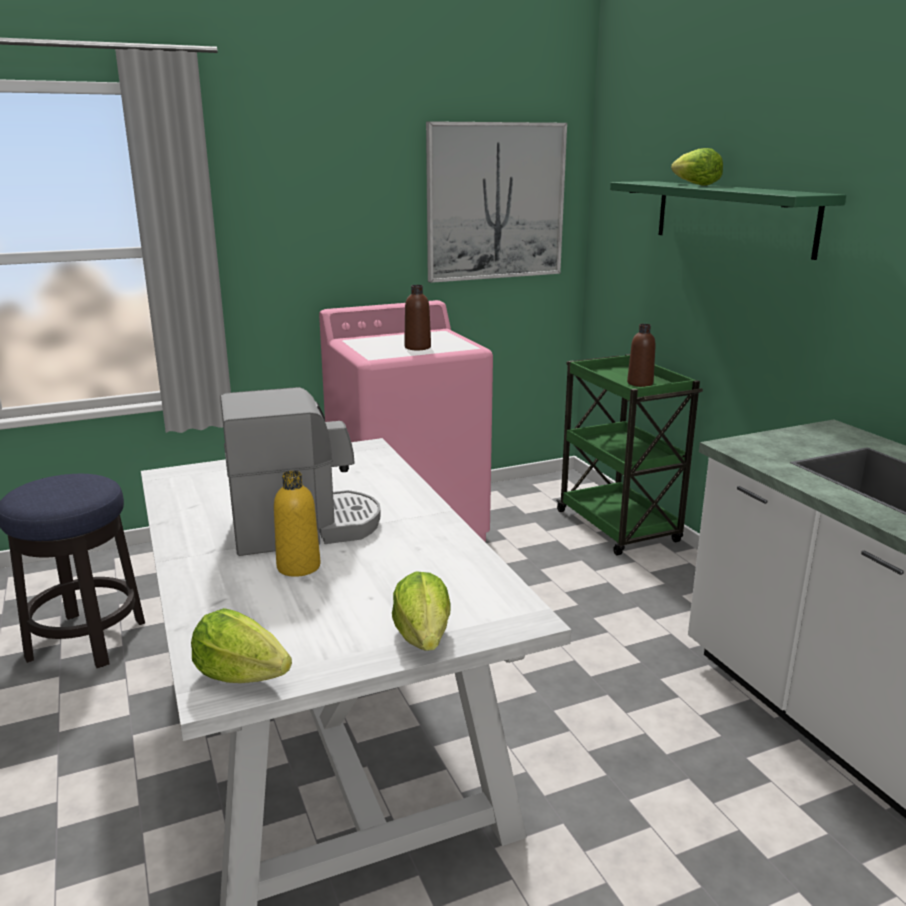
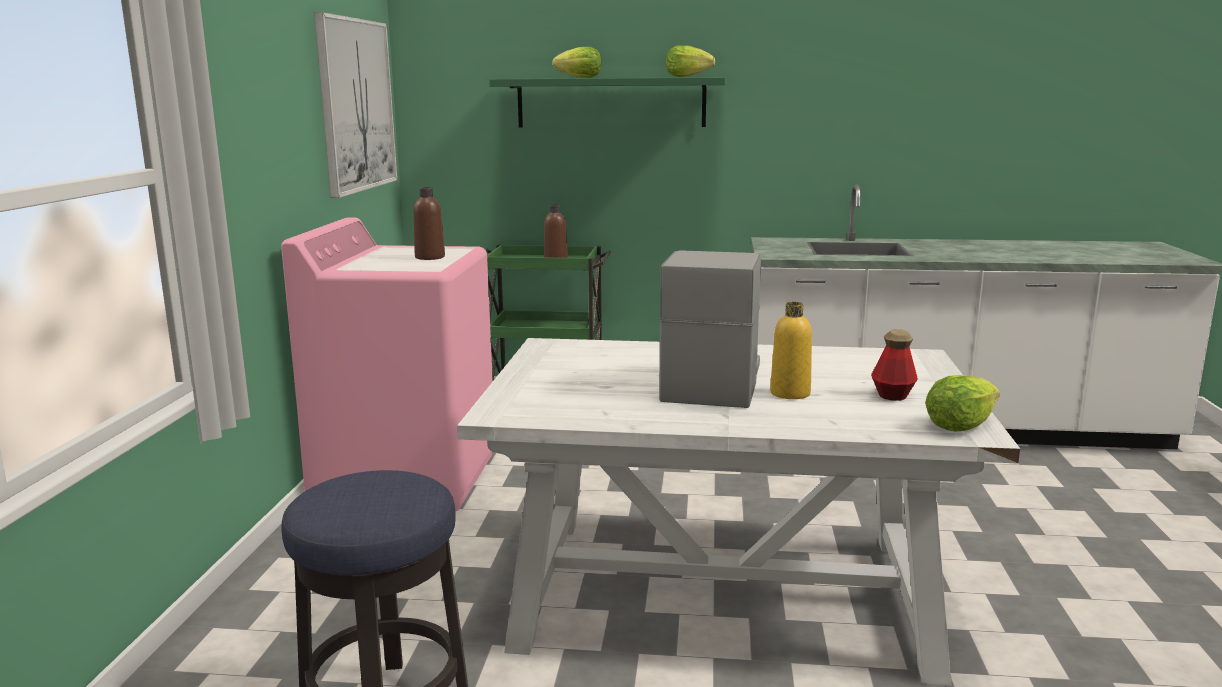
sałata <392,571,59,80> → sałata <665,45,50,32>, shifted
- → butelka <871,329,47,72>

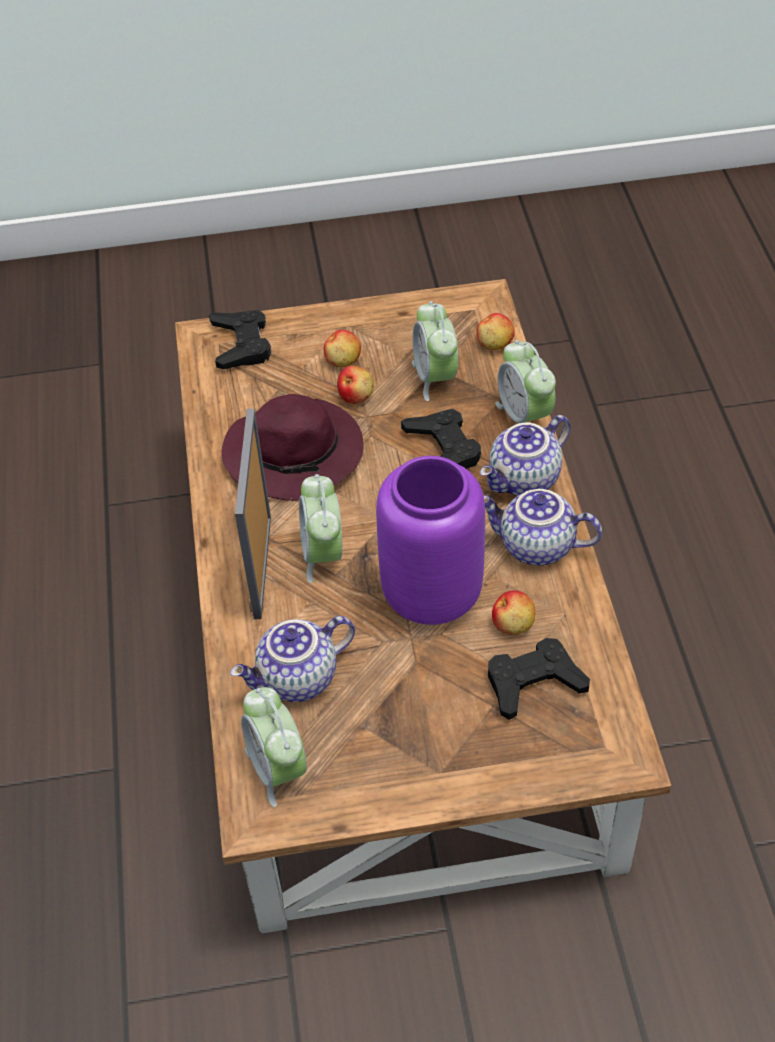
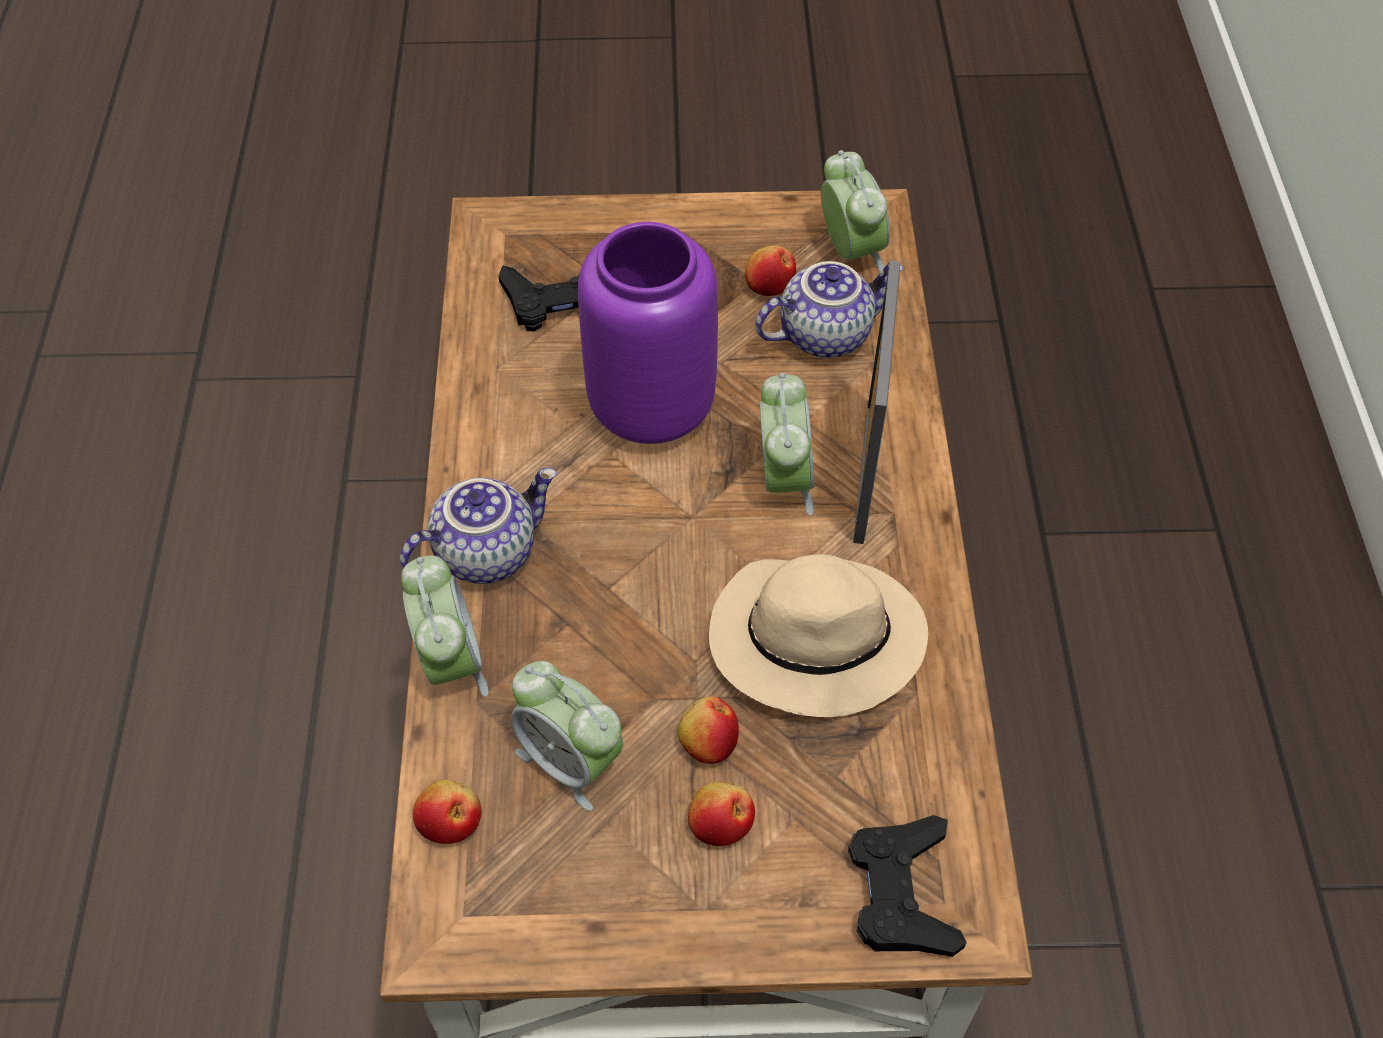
budzik <412,301,46,100> → budzik <511,661,112,150>, 135 degrees clockwise
kapelusz/fioletowy <221,394,142,107> → kapelusz/beżowy <709,554,219,163>
jabłko <492,590,43,45> → jabłko <745,245,51,51>, shifted
pad do gier/czarny <401,409,80,60> → -
imbryk <484,489,118,76> → -

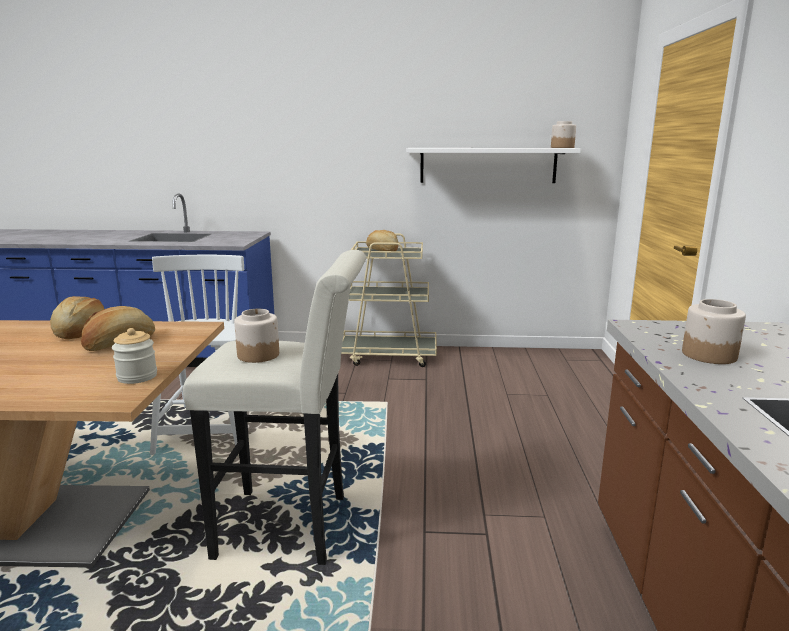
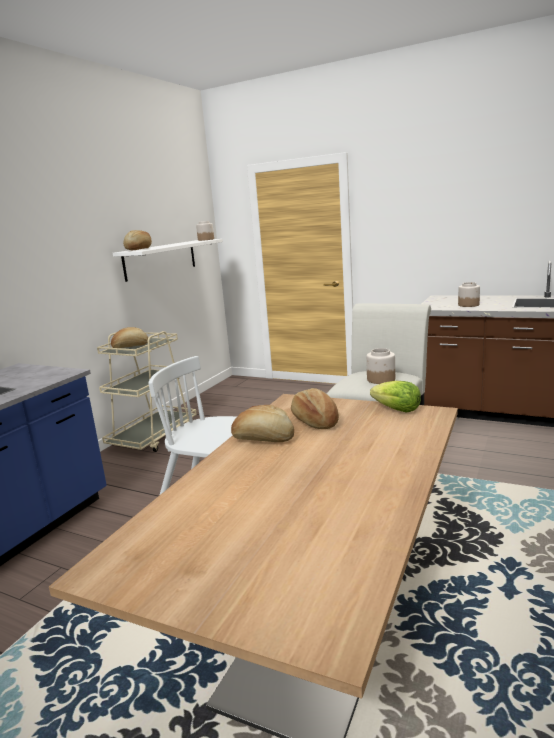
- → chleb <123,230,29,20>
słoik <112,328,45,56> → sałata <370,381,51,32>

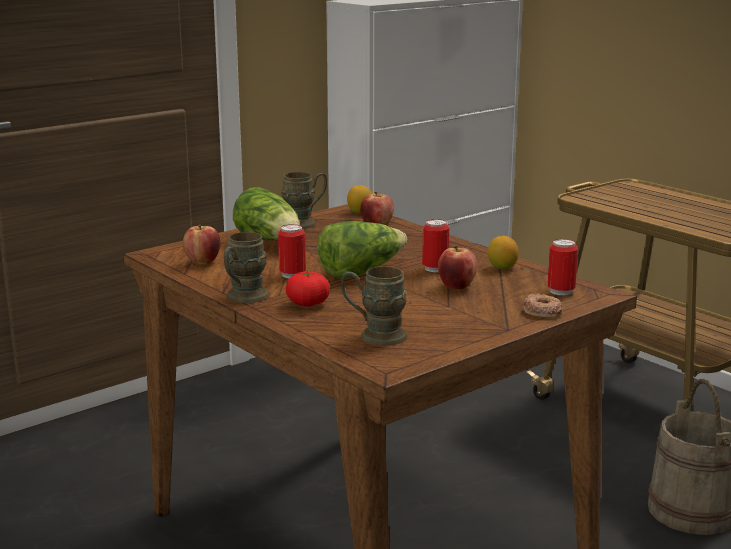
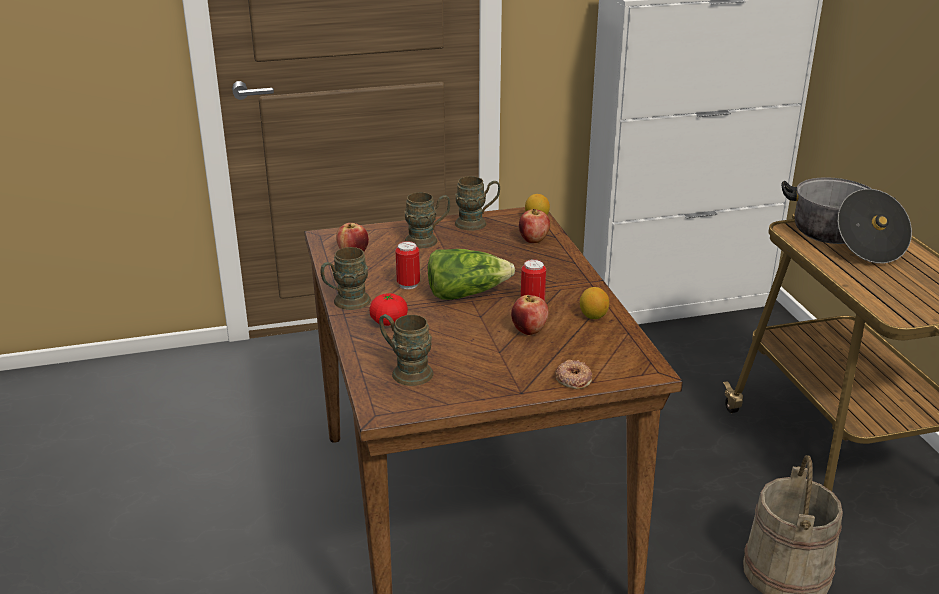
sałata <233,187,67,53> → kubek/brązowy <404,192,46,56>
- → garnek <781,177,131,87>
puszka <547,239,31,56> → -

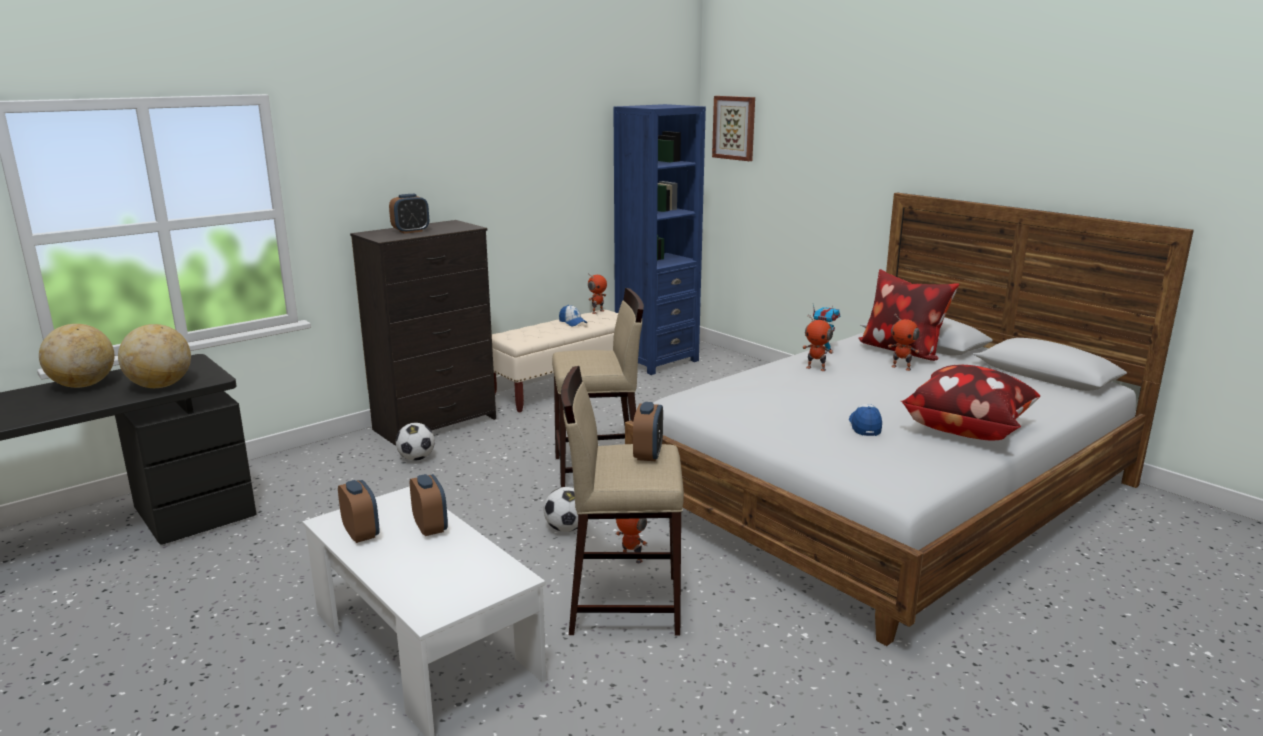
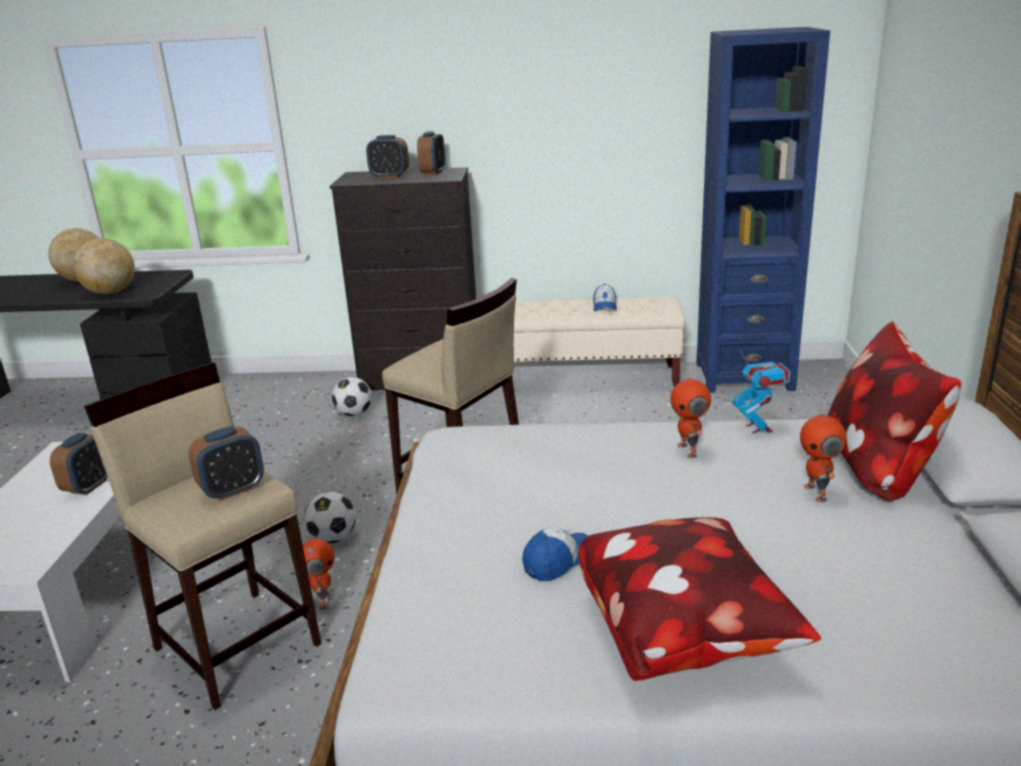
budzik <338,480,42,63> → budzik <417,131,28,44>, shifted
robot zabawkowy <588,273,19,41> → -
obraz <712,96,43,65> → -

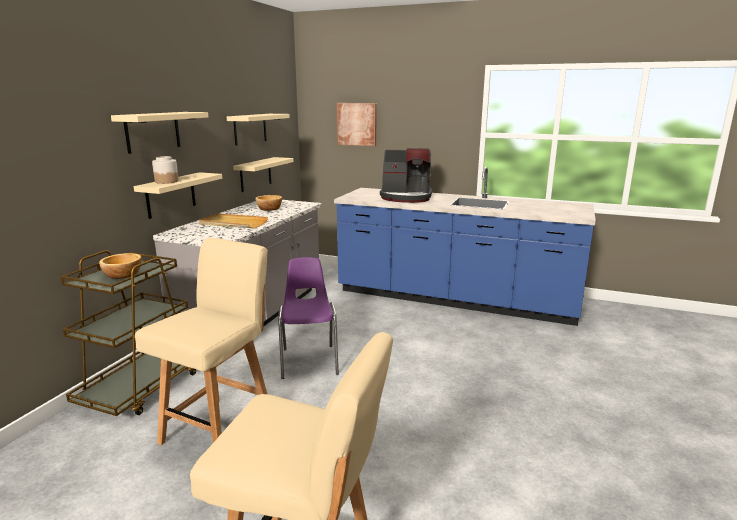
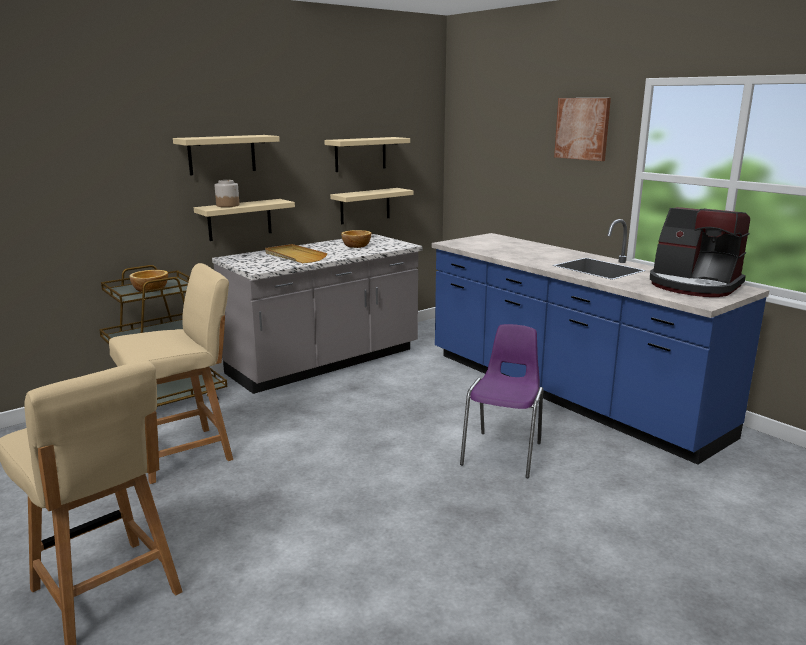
krzesło/fioletowy <278,257,61,122> → krzesło/fioletowy <460,324,83,154>, shifted
obraz <337,103,39,43> → obraz <554,98,57,63>, shifted
ekspres do kawy <380,148,52,55> → ekspres do kawy <650,207,100,90>, shifted

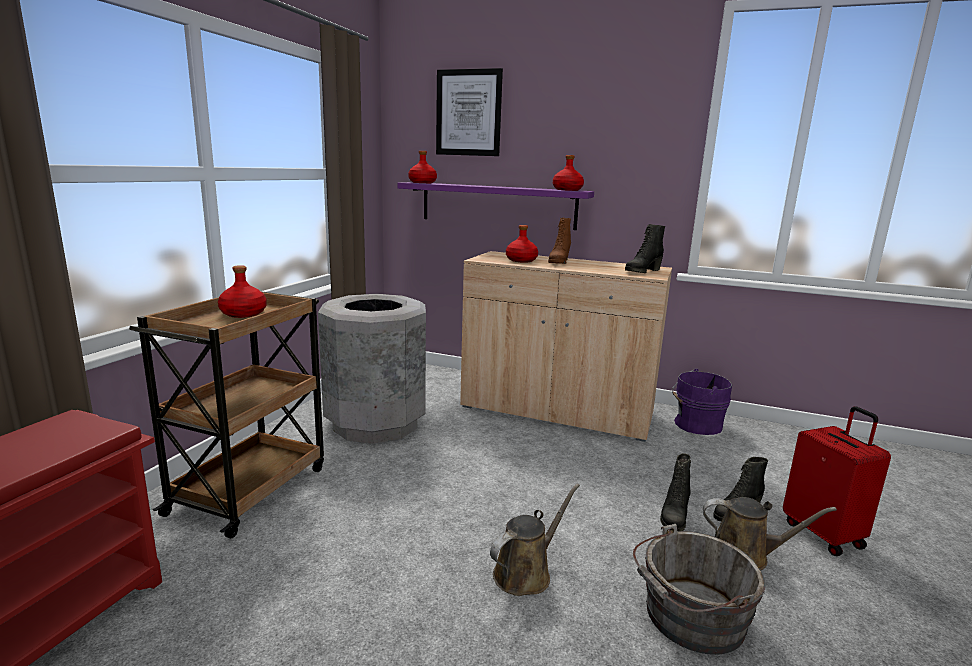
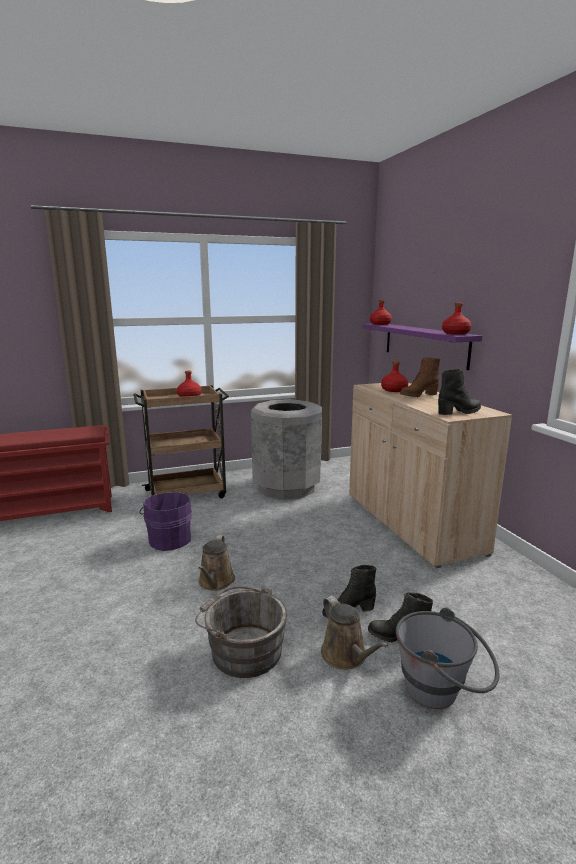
wiadro/fioletowy <672,369,60,66> → wiadro/fioletowy <139,492,53,59>, shifted
konewka/brązowy <490,484,90,112> → konewka/brązowy <198,535,37,56>, 90 degrees clockwise
walizka/czerwony <783,406,108,150> → wiadro/szary <396,607,103,102>
but z cholewką/czarny <625,224,40,49> → but z cholewką/czarny <438,369,43,46>, 150 degrees clockwise
obraz <436,68,67,88> → -

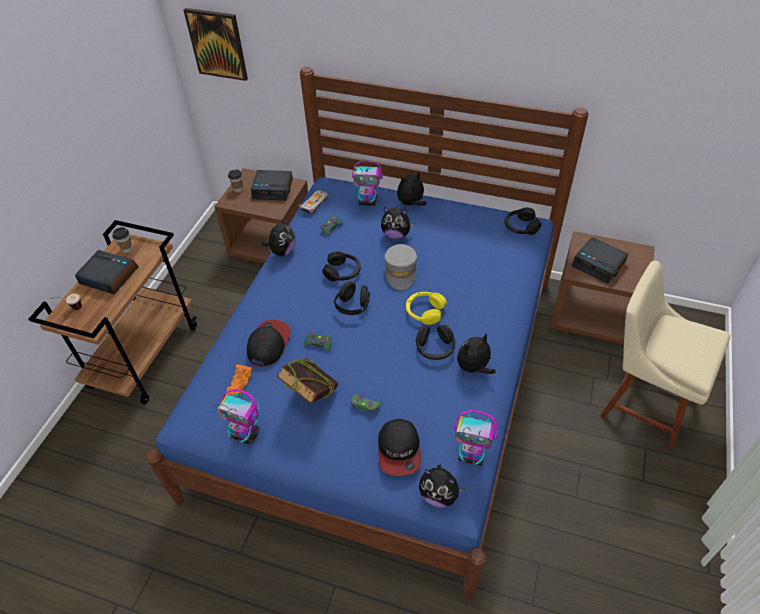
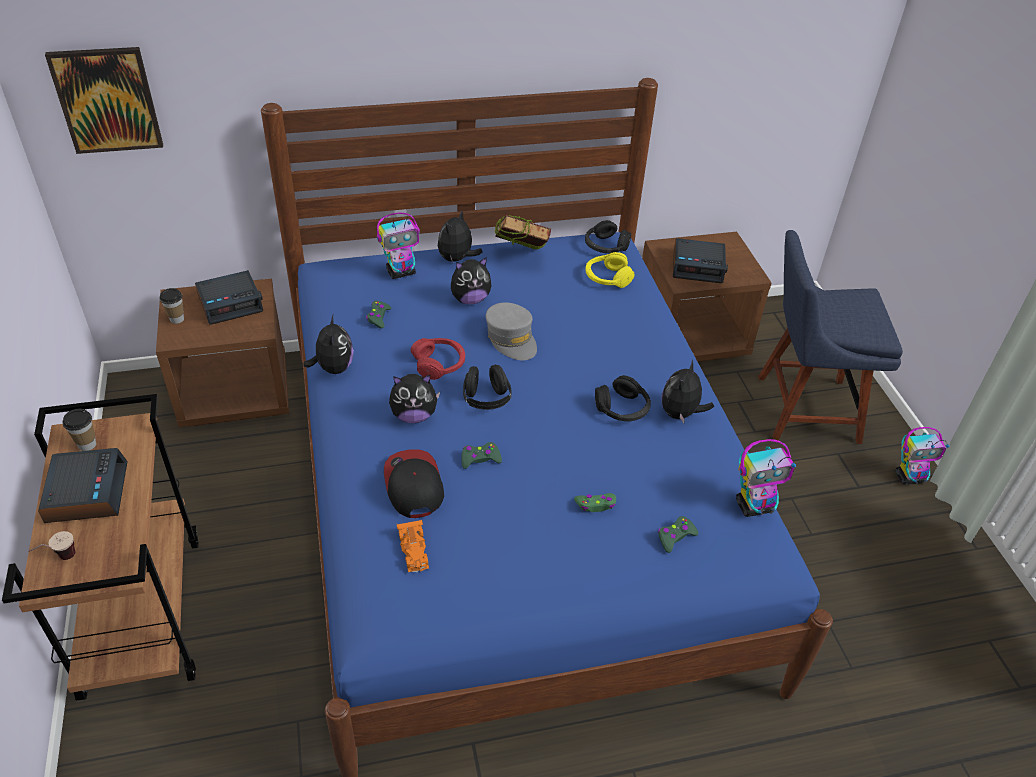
budzik <75,250,64,45> → budzik <38,448,90,75>, 90 degrees clockwise
pluszak <419,465,46,42> → pluszak <389,374,51,49>, shifted
słuchawki/czarny <322,251,39,30> → słuchawki/czerwony <411,338,54,42>
książka <276,358,63,46> → książka <495,215,56,35>, shifted
słuchawki/żółty <406,292,41,33> → słuchawki/żółty <585,252,50,36>, shifted
czapka z daszkiem <378,419,43,57> → pad do gier/zielony <658,516,40,37>
krzesło/beżowy <600,261,130,189> → krzesło/niebieski <758,230,145,214>
robot zabawkowy <210,389,49,56> → robot zabawkowy <896,427,53,58>, shifted
samochodzik <298,190,31,24> → -

